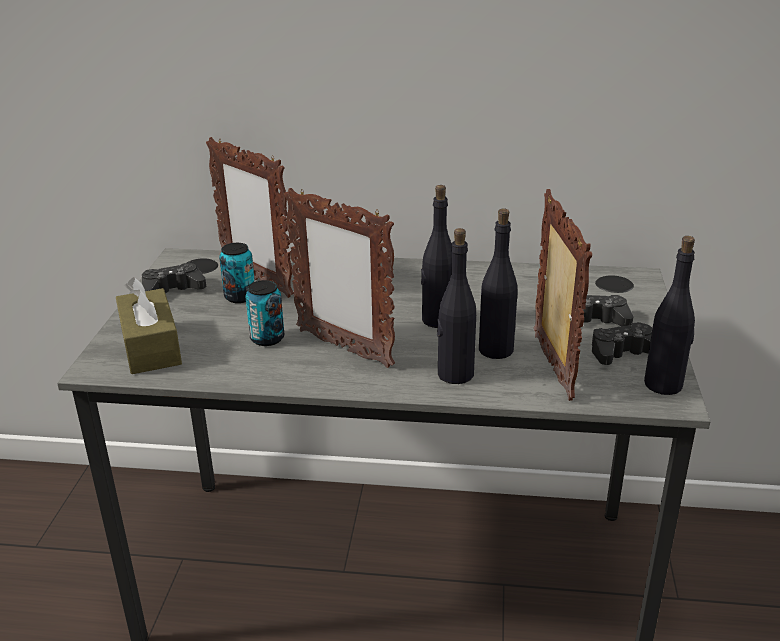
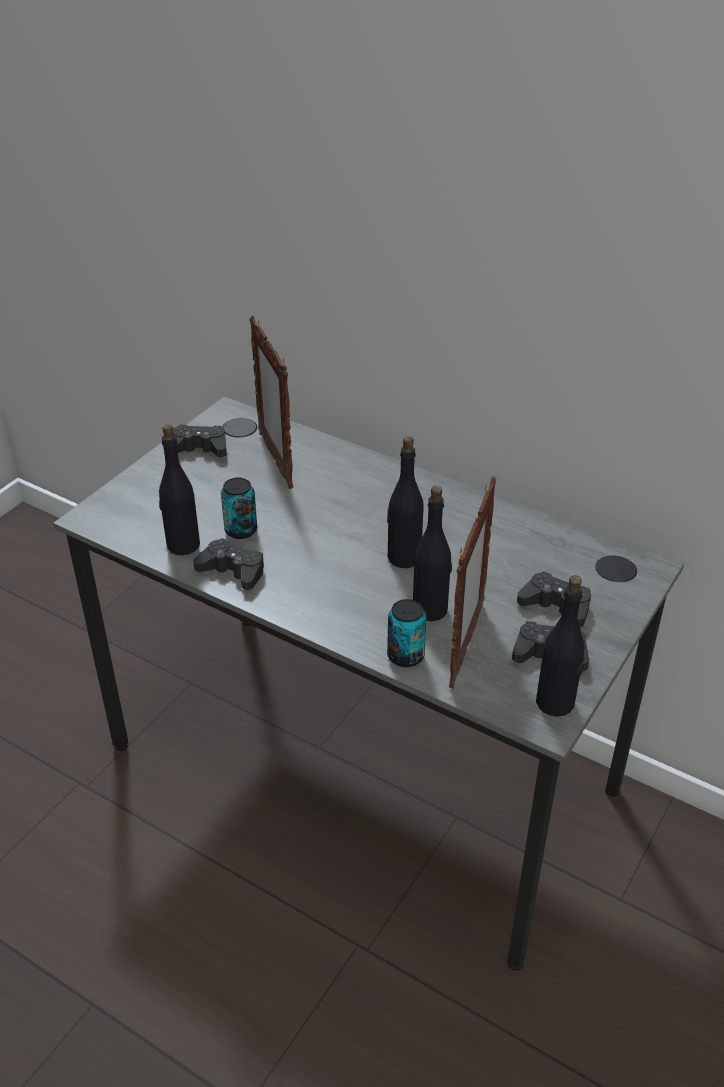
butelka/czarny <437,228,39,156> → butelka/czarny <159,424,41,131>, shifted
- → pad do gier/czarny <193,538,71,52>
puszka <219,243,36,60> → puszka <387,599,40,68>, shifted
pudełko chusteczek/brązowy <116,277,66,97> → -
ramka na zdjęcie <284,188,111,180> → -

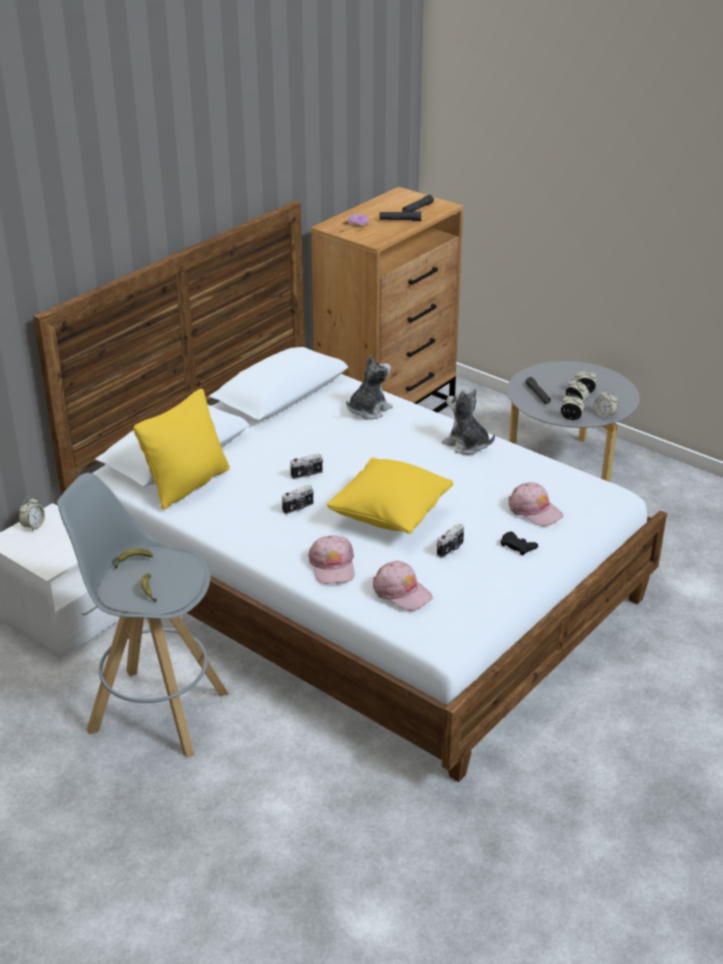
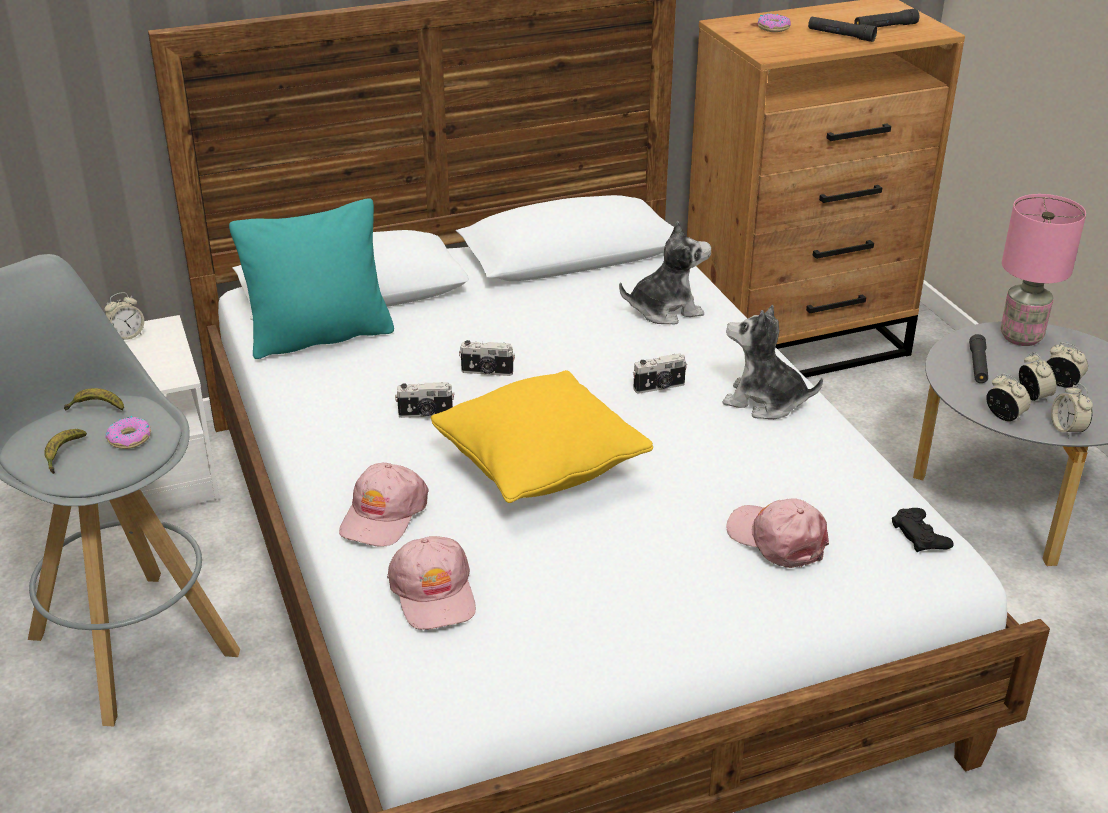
- → donut <105,416,46,33>
poduszka/żółty <133,389,97,121> → poduszka/turkusowy <229,198,165,161>
aparat fotograficzny <437,524,27,34> → aparat fotograficzny <633,353,54,41>, shifted
pluszak <442,389,53,66> → pluszak <722,305,101,114>, 45 degrees counterclockwise
czapka z daszkiem/różowy <509,482,54,45> → czapka z daszkiem/różowy <726,498,103,70>, 150 degrees clockwise
pad do gier/czarny <500,532,38,24> → pad do gier/czarny <892,508,62,44>, shifted
- → lampa stołowa/różowy <1001,194,85,152>

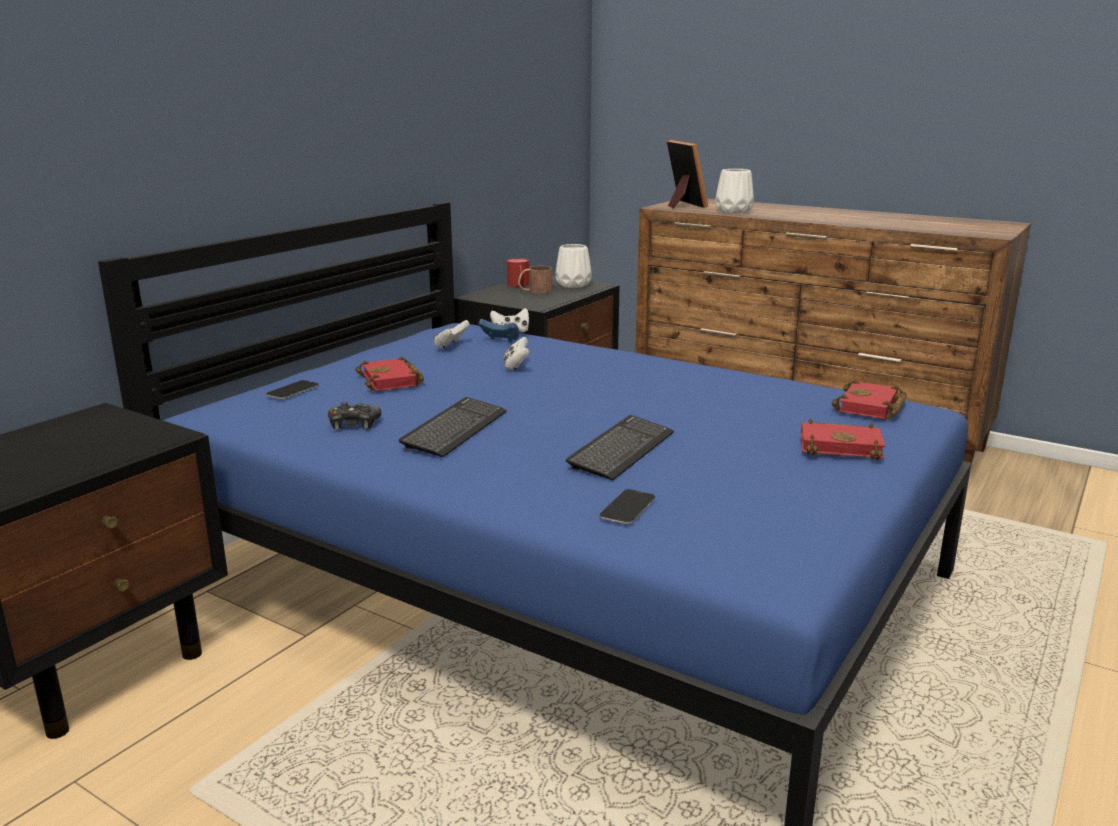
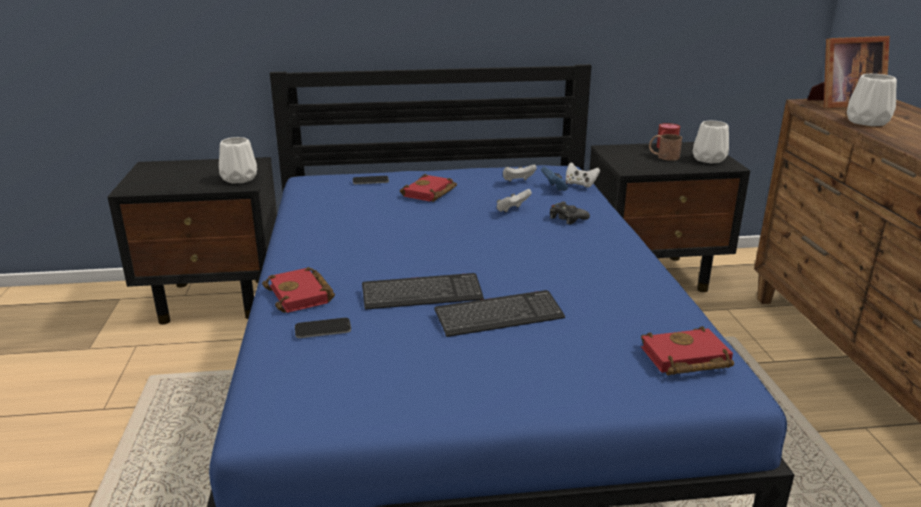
- → wazon/biały <219,137,38,47>
książka/czerwony <801,419,84,41> → książka/czerwony <262,267,73,46>, shifted
klawiatura <399,397,108,60> → klawiatura <435,290,130,47>, shifted
pad do gier/czarny <328,402,54,28> → pad do gier/czarny <550,201,40,23>, shifted
ramka na zdjęcie <667,140,41,69> → ramka na zdjęcie <807,36,83,72>, 45 degrees clockwise

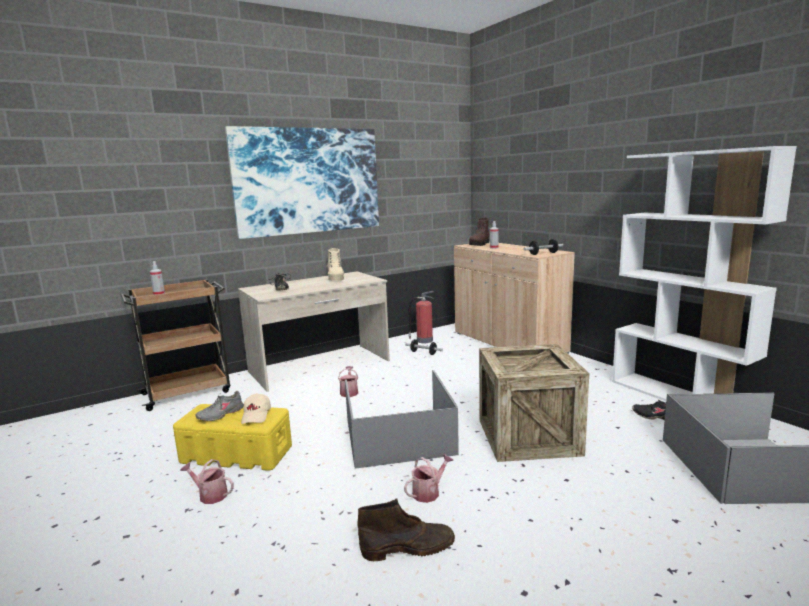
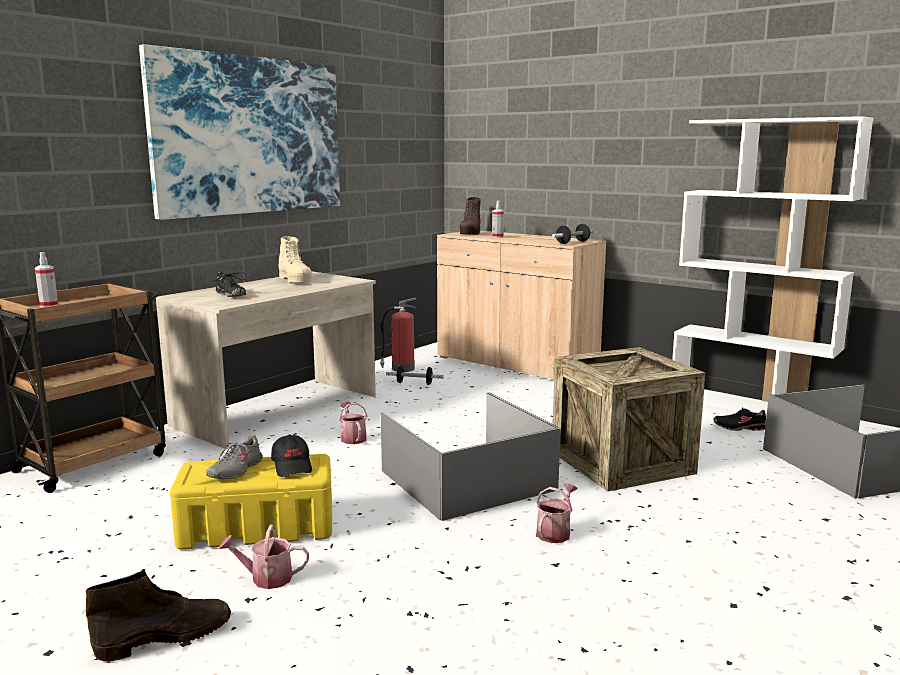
but z cholewką/brązowy <358,499,97,62> → but z cholewką/brązowy <86,569,145,93>, shifted
czapka z daszkiem/beżowy <241,393,30,31> → czapka z daszkiem/czarny <271,434,41,43>

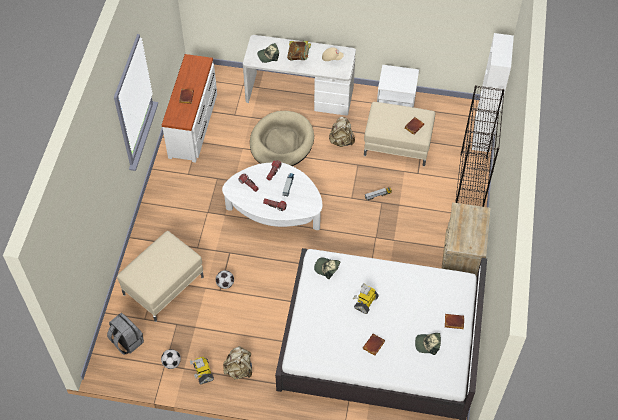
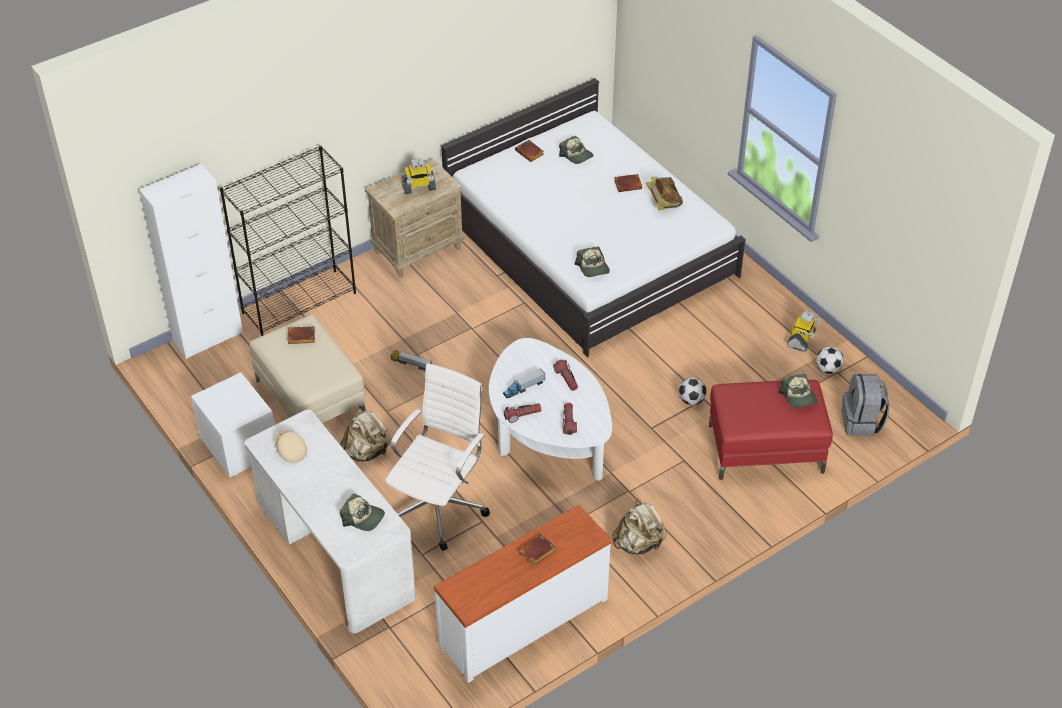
legowisko/beżowy <250,111,64,55> → krzesło biurowe/biały <385,363,105,188>
robot zabawkowy <353,283,26,31> → robot zabawkowy <402,158,34,36>, shifted
plecak/beżowy <223,346,29,33> → plecak/beżowy <612,499,55,55>, shifted
książka <287,41,24,19> → książka <646,177,37,33>, shifted
pufa/beżowy <117,231,87,91> → pufa/czerwony <709,380,124,100>
- → czapka z daszkiem <779,374,39,34>

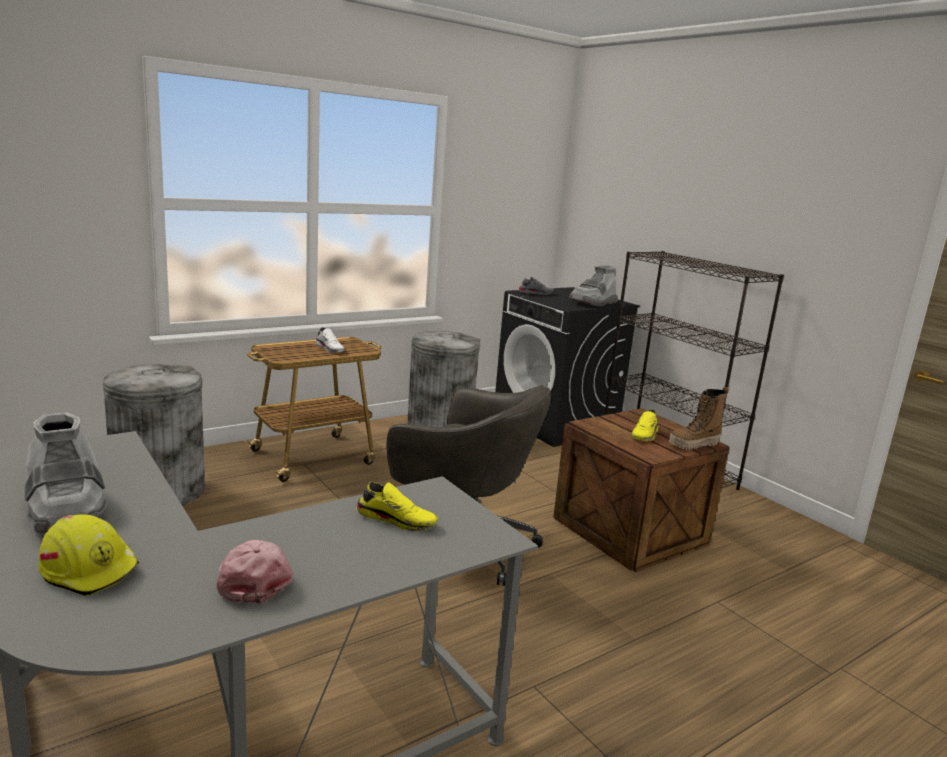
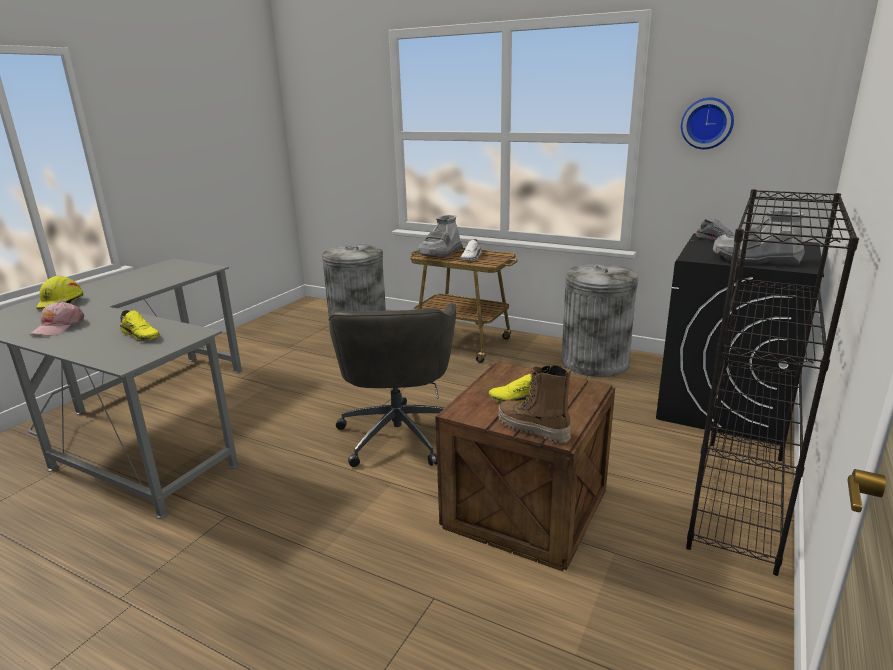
czapka z daszkiem/różowy <216,540,78,64> → czapka z daszkiem/różowy <30,301,54,35>, 150 degrees clockwise
but/żółty <356,482,82,49> → but/żółty <120,310,40,32>, 45 degrees counterclockwise
but z cholewką/szary <25,412,82,121> → but z cholewką/szary <417,215,46,42>, shifted
- → zegar ścienny <681,98,53,51>

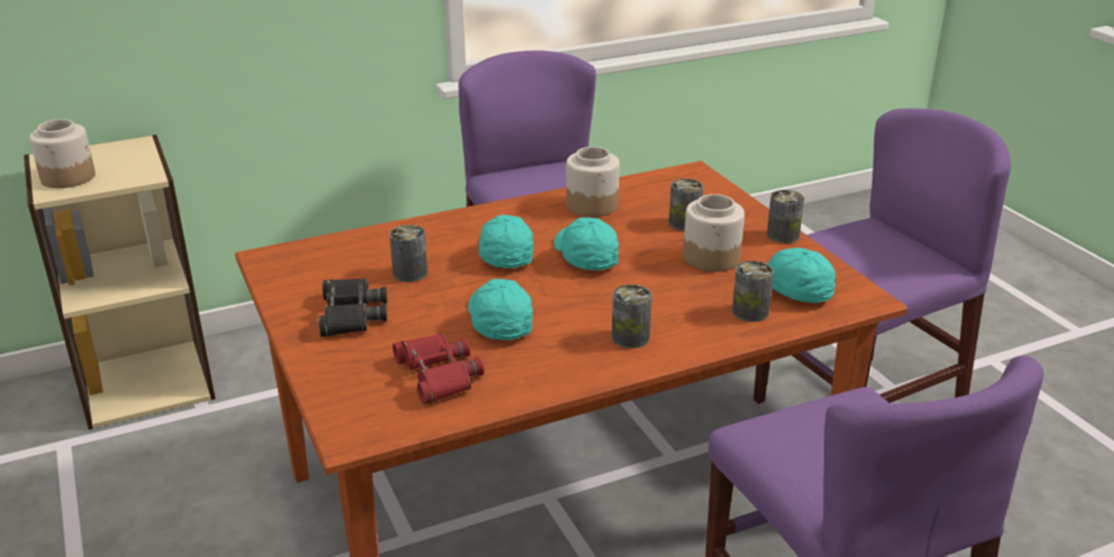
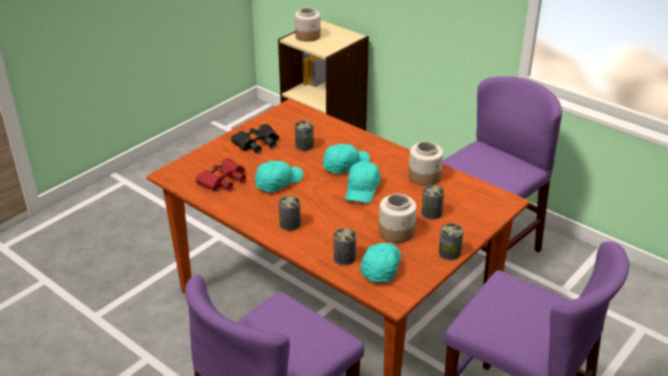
czapka z daszkiem/turkusowy <554,217,65,53> → czapka z daszkiem/turkusowy <346,161,35,42>, 150 degrees clockwise

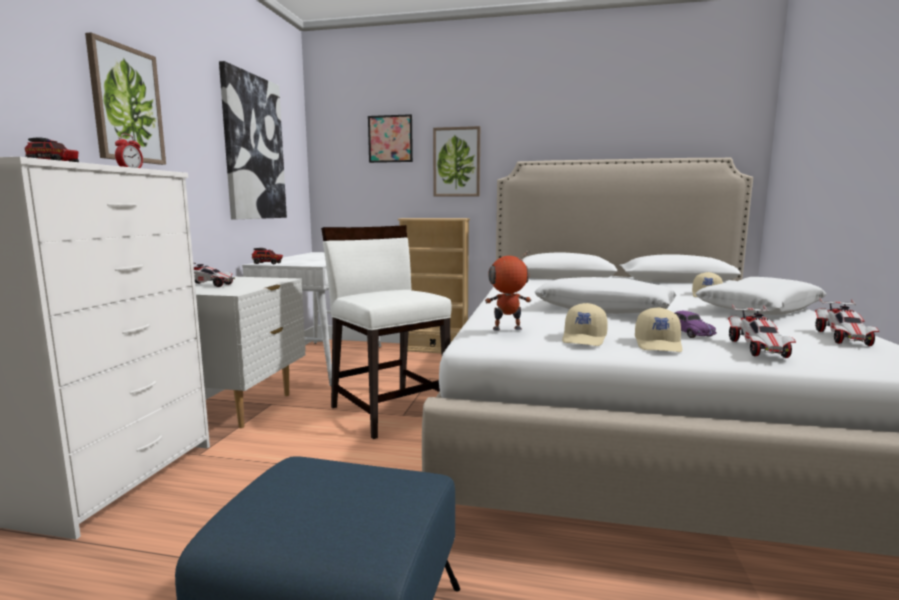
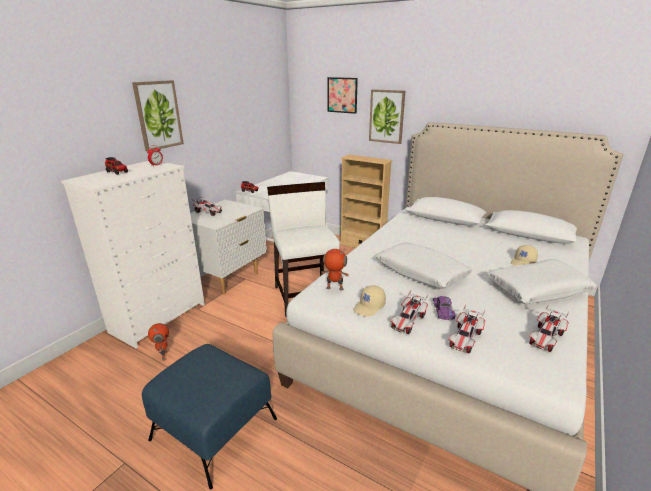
- → robot zabawkowy <148,323,21,38>
czapka z daszkiem/beżowy <635,307,47,45> → samochodzik <390,290,38,44>
obraz <219,61,68,158> → -

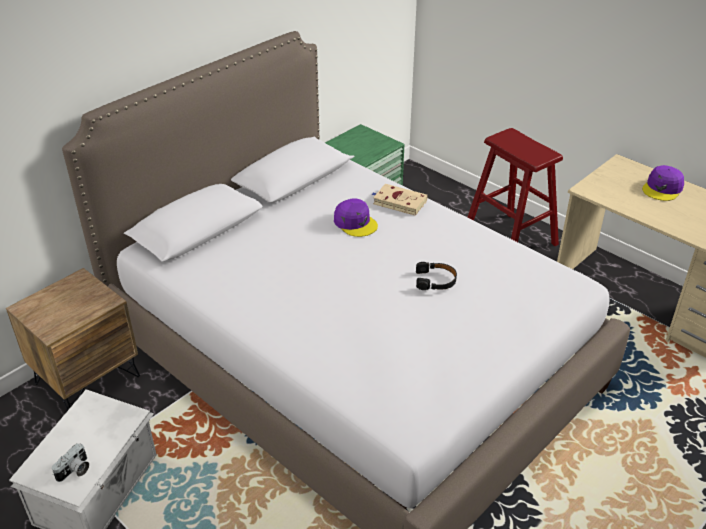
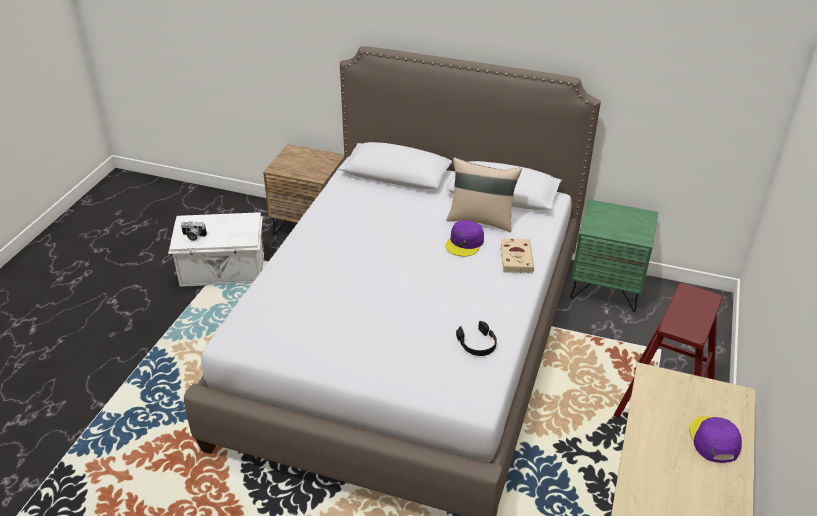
- → poduszka/beżowy <446,157,76,76>
słuchawki/czarny <416,262,41,28> → słuchawki/czarny <456,321,41,35>, shifted
czapka z daszkiem/fioletowy <642,165,42,36> → czapka z daszkiem/fioletowy <689,416,53,47>, 75 degrees clockwise

